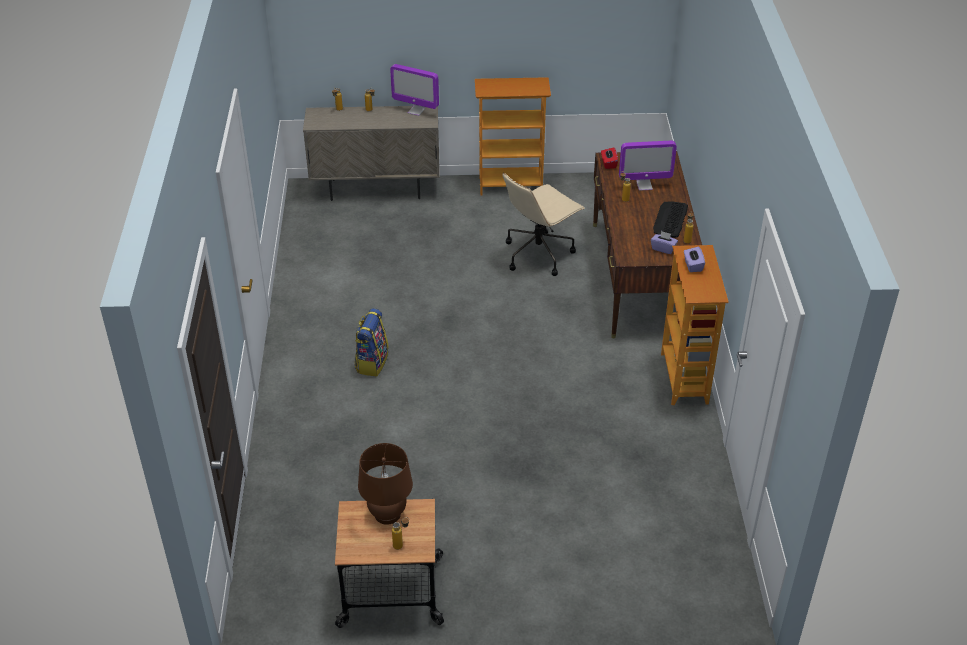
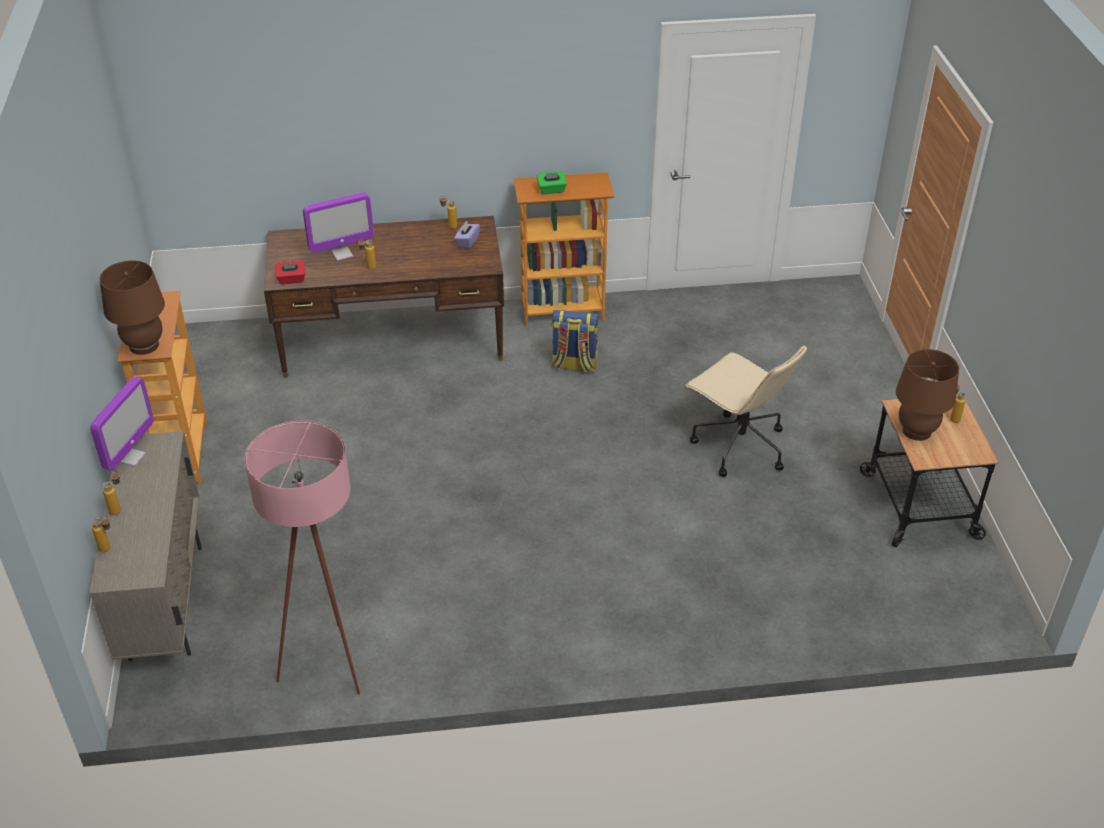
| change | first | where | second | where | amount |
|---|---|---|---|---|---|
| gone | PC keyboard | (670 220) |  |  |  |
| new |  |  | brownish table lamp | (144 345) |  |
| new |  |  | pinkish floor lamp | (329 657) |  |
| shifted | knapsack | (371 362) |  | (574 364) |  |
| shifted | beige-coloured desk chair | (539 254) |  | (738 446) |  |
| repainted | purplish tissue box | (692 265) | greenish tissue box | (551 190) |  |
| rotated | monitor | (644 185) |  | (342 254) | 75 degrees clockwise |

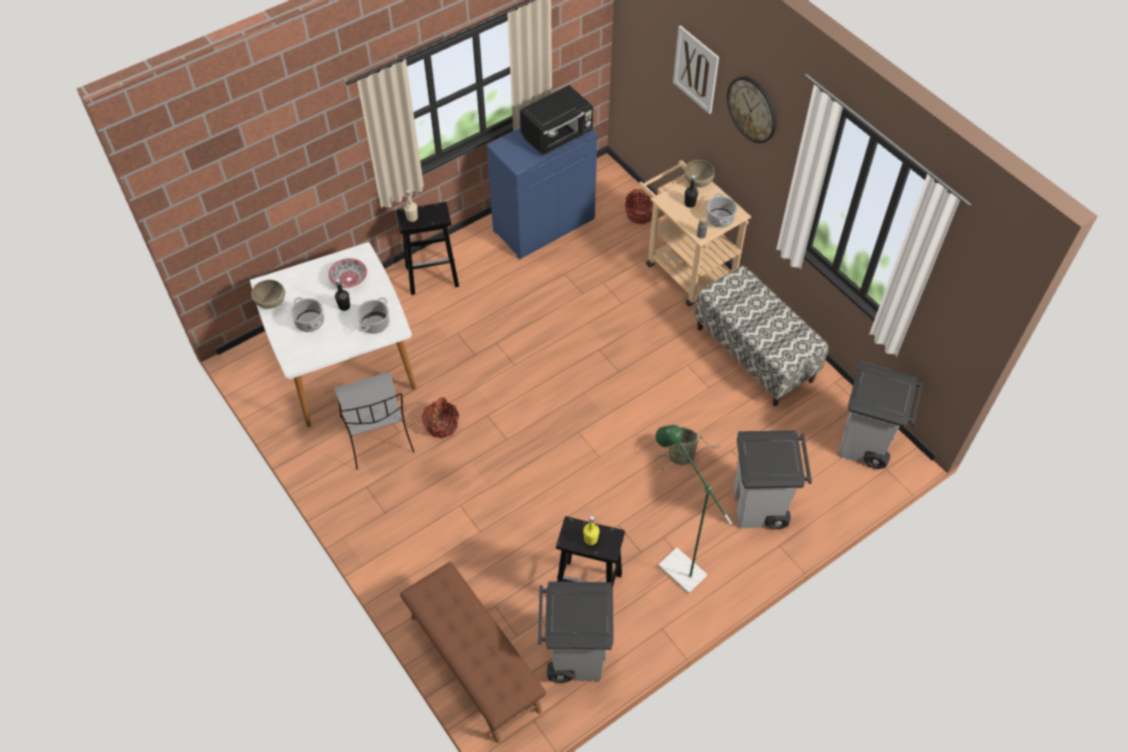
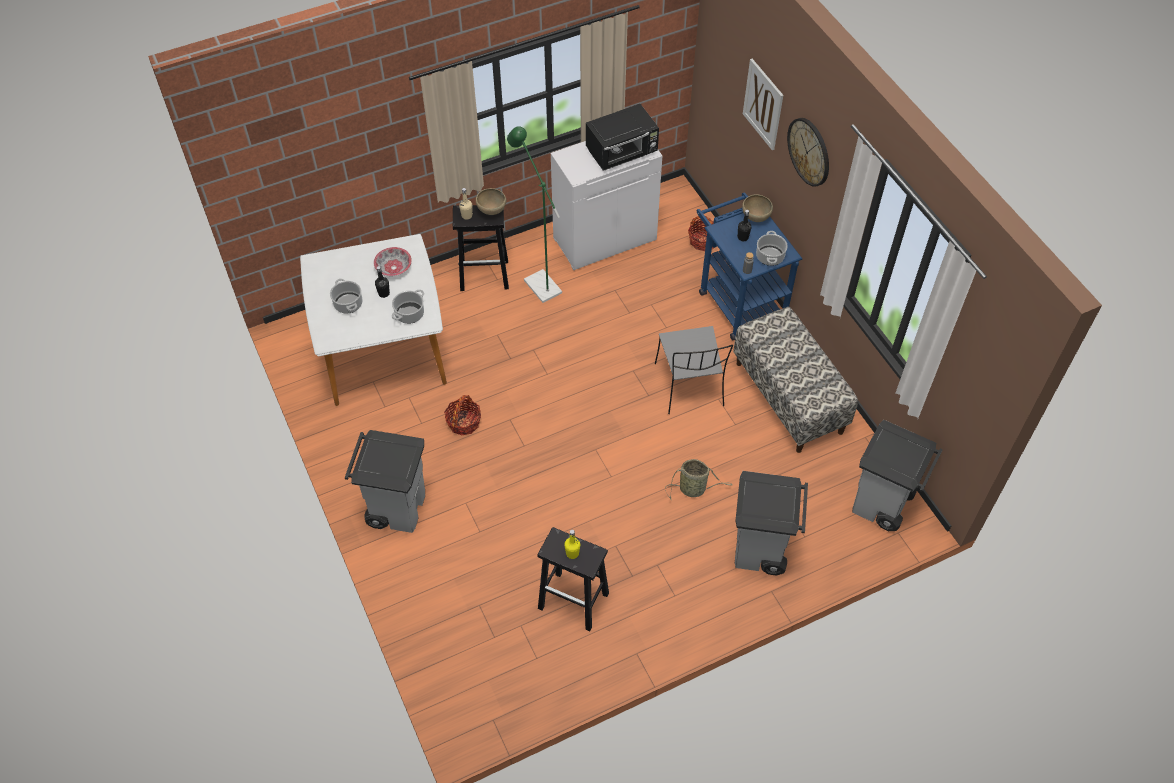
| change | first | where | second | where | amount |
|---|---|---|---|---|---|
| gone | brownish bench | (473 663) |  |  |  |
| shifted | brownish serving bowl | (271 303) |  | (491 211) |  |
| shifted | greyish upright chair | (378 436) |  | (690 386) |  |
| shifted | greyish rubbish bin | (574 653) |  | (397 507) |  |
| shifted | greenish floor lamp | (675 565) |  | (538 282) |  |
| repainted | blue-coloured cabinet | (543 224) | white-coloured cabinet | (605 238) |  |
| repainted | beige-coloured cart | (685 267) | blue-coloured cart | (737 300) |  |

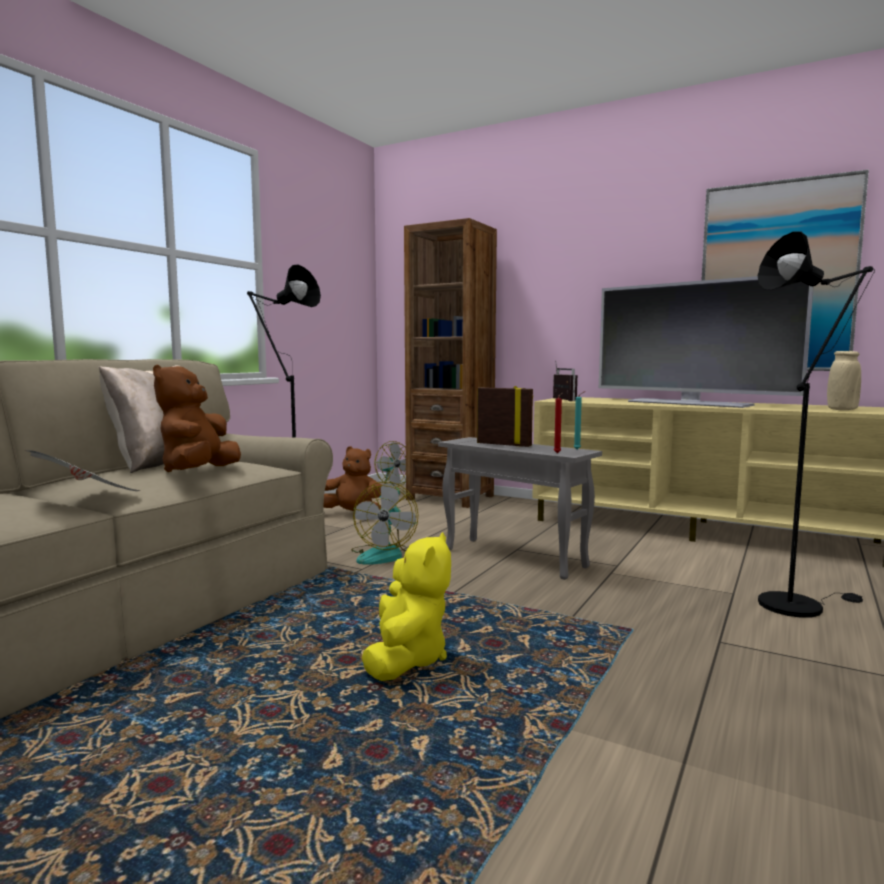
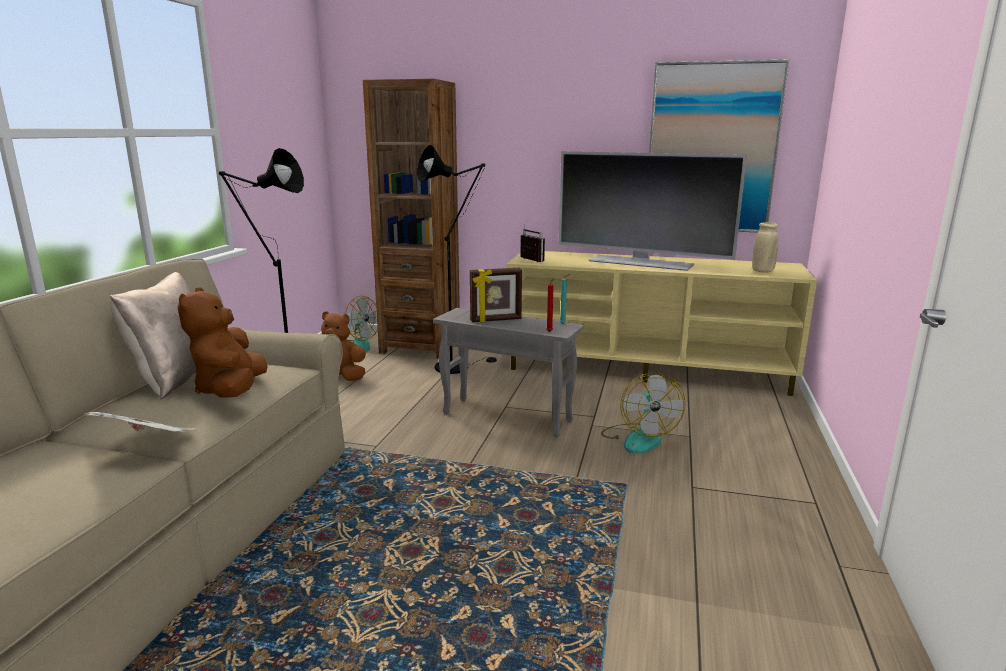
| change | first | where | second | where | amount |
|---|---|---|---|---|---|
| gone | yellow-coloured soft toy | (406 659) |  |  |  |
| shifted | electric fan | (383 555) |  | (639 438) |  |
| shifted | black-coloured floor lamp | (797 604) |  | (457 366) |  |
| rotated | photo frame | (504 445) |  | (496 320) | 150 degrees clockwise |

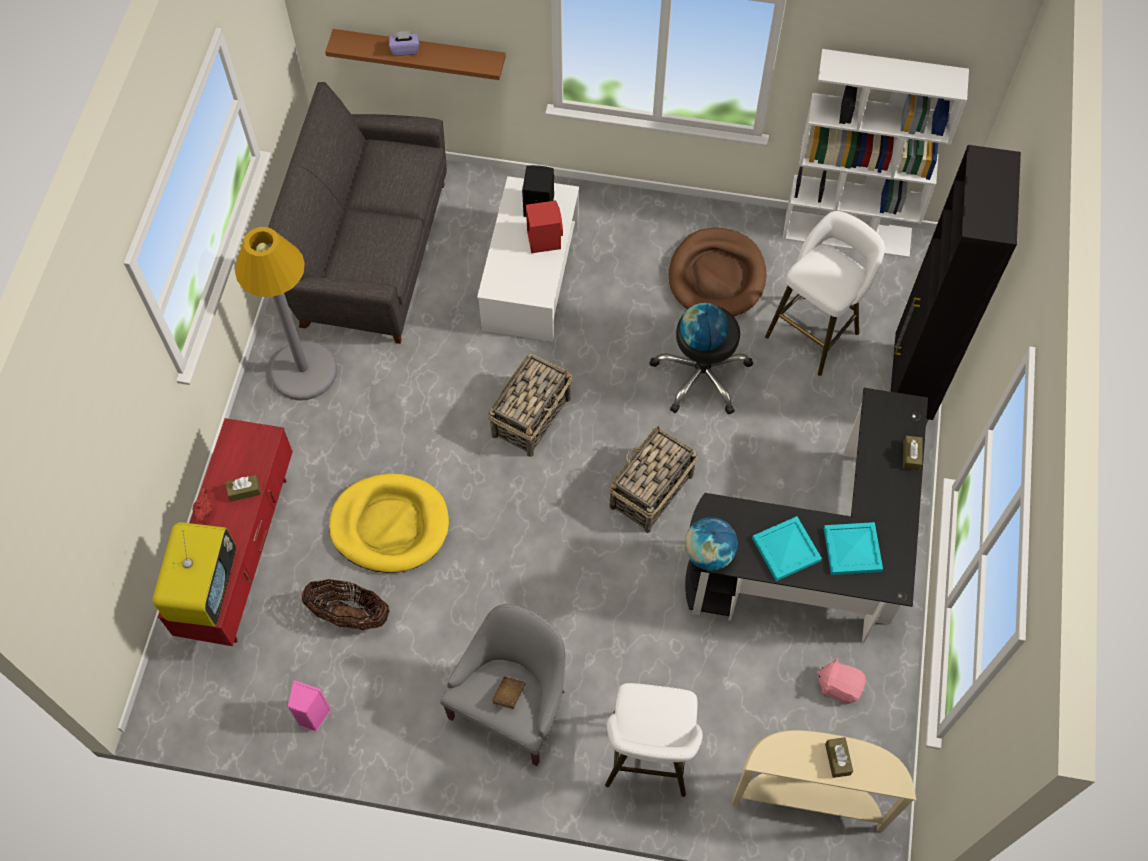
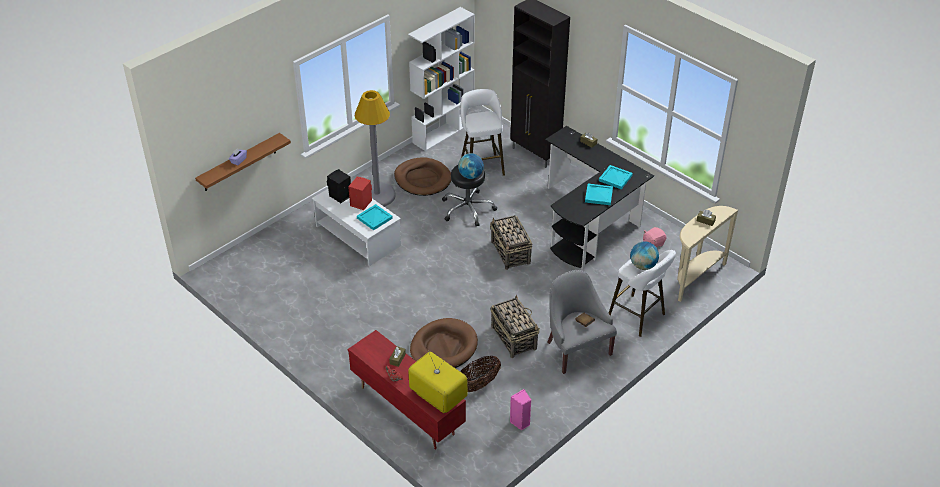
| change | first | where | second | where | amount |
|---|---|---|---|---|---|
| gone | greyish couch | (370 253) |  |  |  |
| new |  |  | turquoise-coloured carrying tray | (374 218) |  |
| shifted | greyish floor lamp | (304 371) |  | (377 196) |  |
| shifted | household basket | (532 416) |  | (513 337) |  |
| shifted | globe | (708 553) |  | (643 266) |  |
| repainted | yellow-coloured pet bed | (390 525) | brownish pet bed | (443 347) |  |

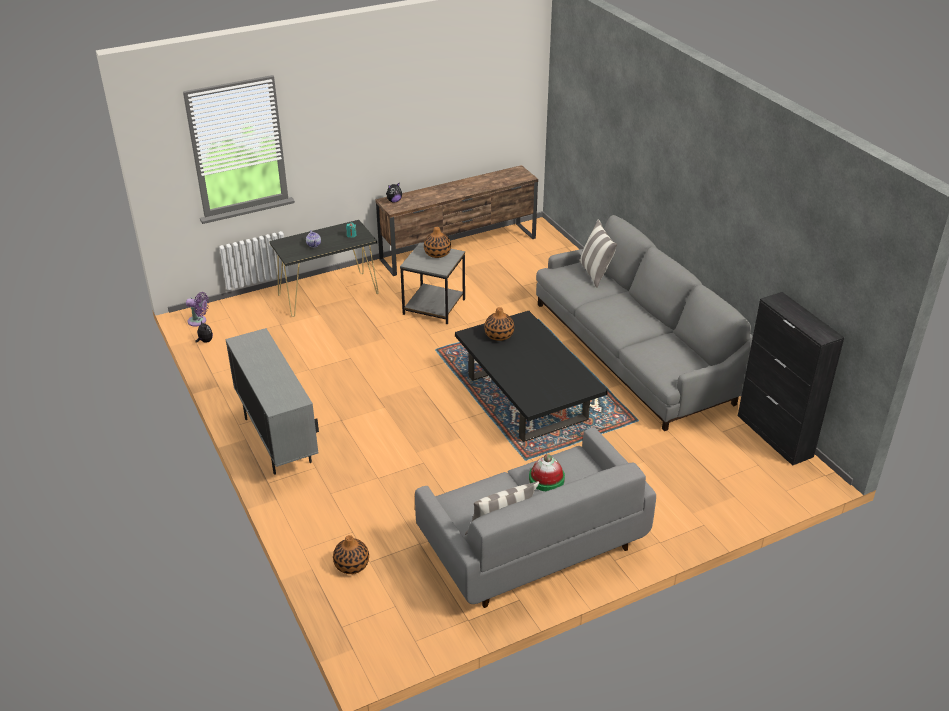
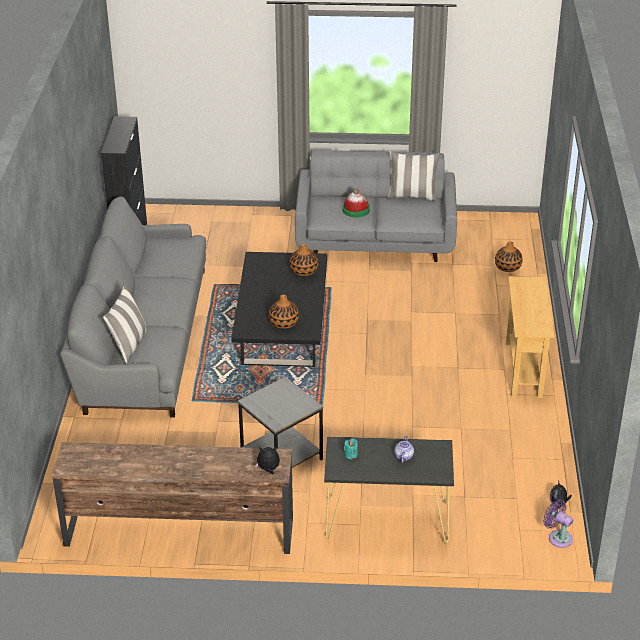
| change | first | where | second | where | amount |
|---|---|---|---|---|---|
| shifted | decorative vase | (437 253) |  | (303 271) |  |
| swapped | greyish cabinet | (277 440) | beige-coloured narrow table | (523 369) |  |

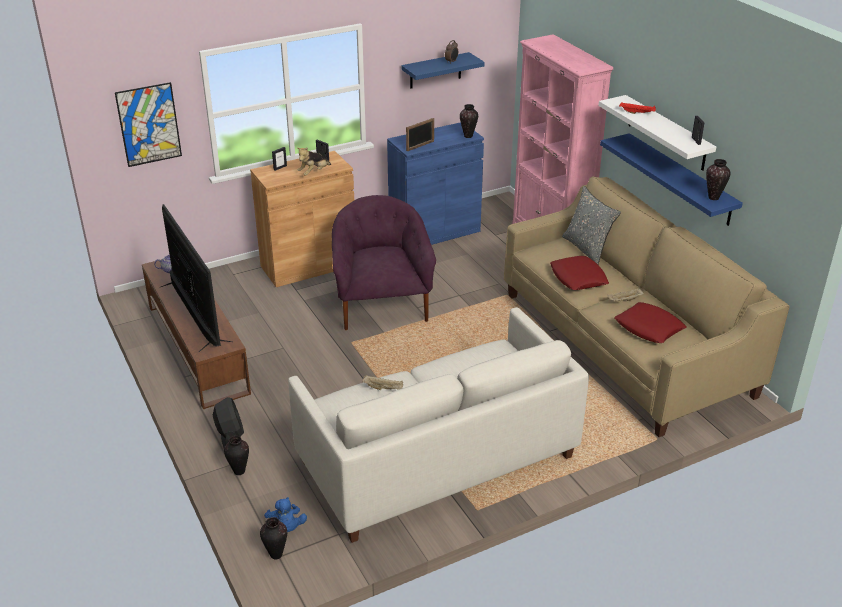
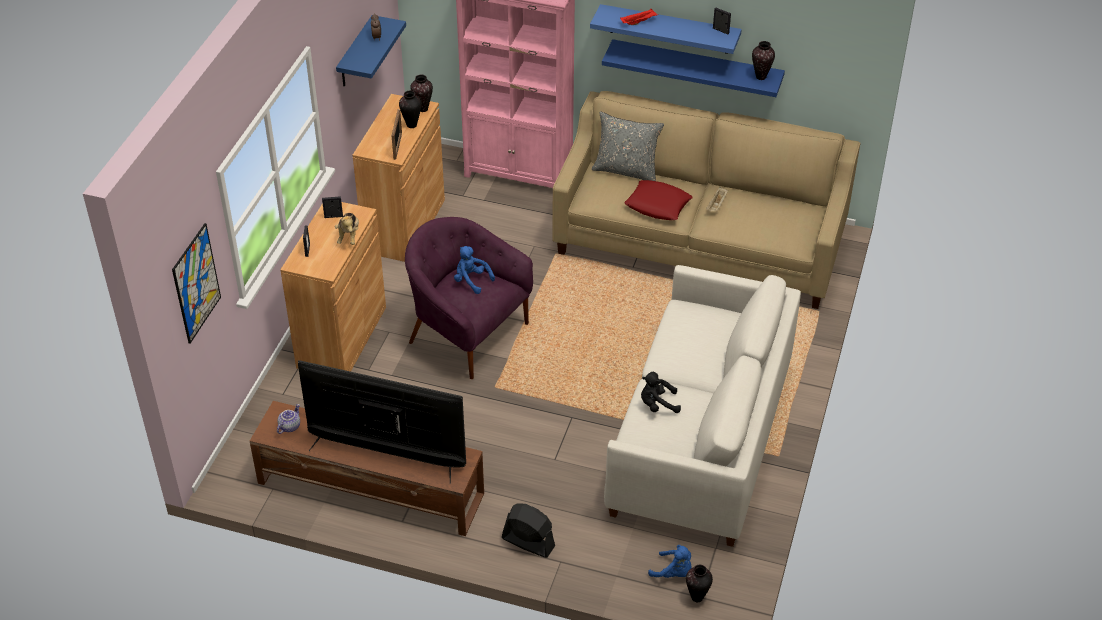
| change | first | where | second | where | amount |
|---|---|---|---|---|---|
| gone | red-coloured pillow | (649 328) |  |  |  |
| new |  |  | blue-coloured soft toy | (471 280) |  |
| shifted | decorative vase | (239 471) |  | (411 125) |  |
| swapped | beige-coloured carrying tray | (384 388) | black-coloured soft toy | (657 404) |  |
| repainted | blue-coloured cabinet | (434 232) | brownish cabinet | (404 226) |  |
| repainted | white-coloured wall shelf | (666 133) | blue-coloured wall shelf | (669 29) |  |

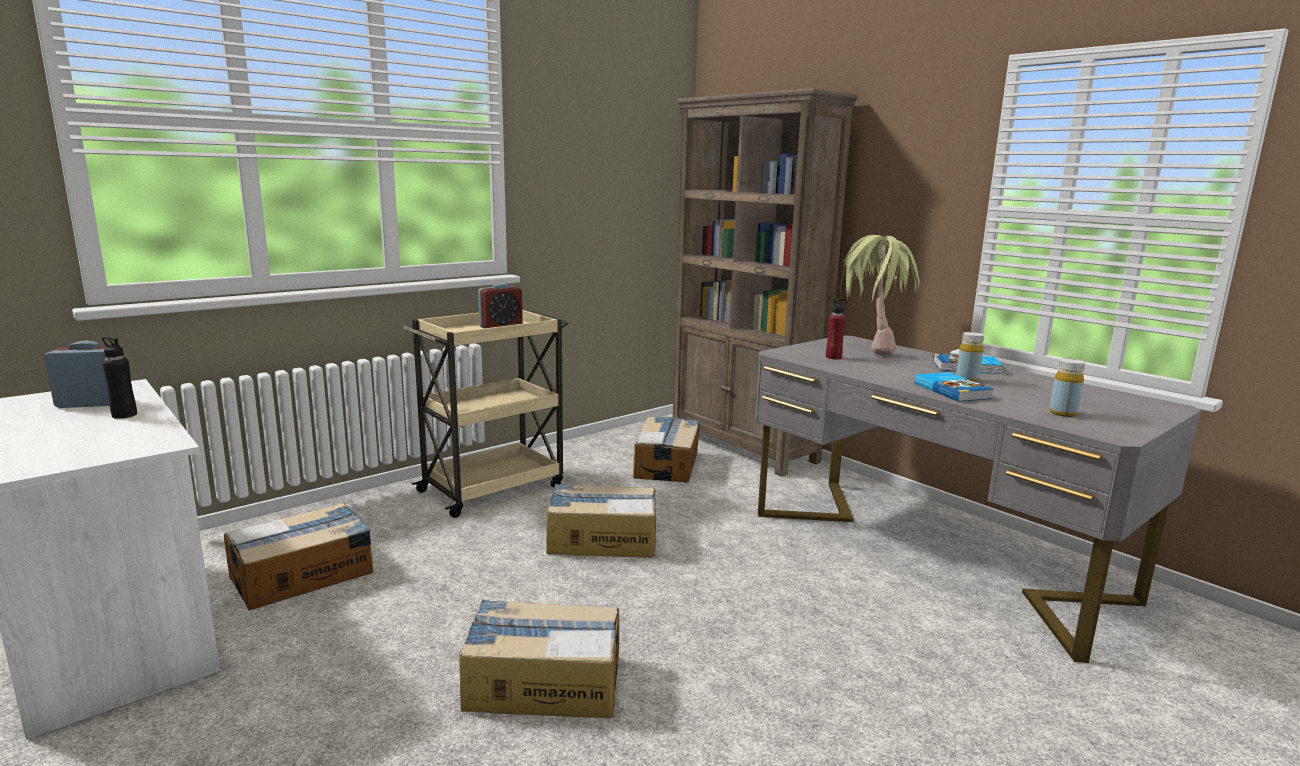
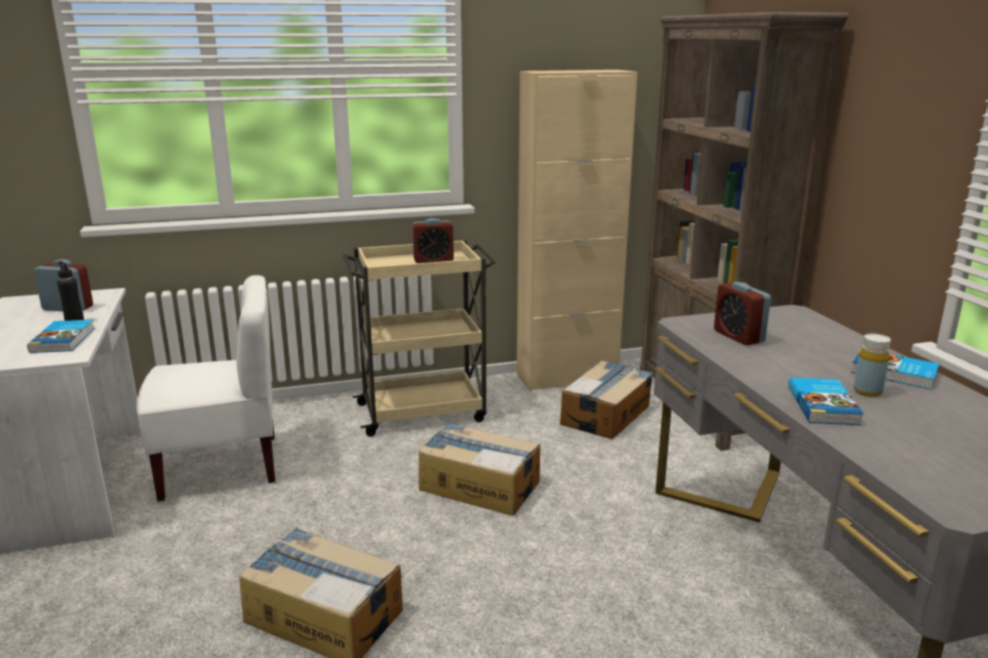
| change | first | where | second | where | amount |
|---|---|---|---|---|---|
| gone | potted plant | (871 349) |  |  |  |
| gone | yellow-coloured bottle | (1063 413) |  |  |  |
| new |  |  | volume | (64 339) |  |
| new |  |  | beige-coloured cabinet | (567 377) |  |
| swapped | packing box | (304 574) | white-coloured upright chair | (221 466) |  |
| swapped | red-coloured bottle | (833 357) | bedside clock | (738 336) |  |

